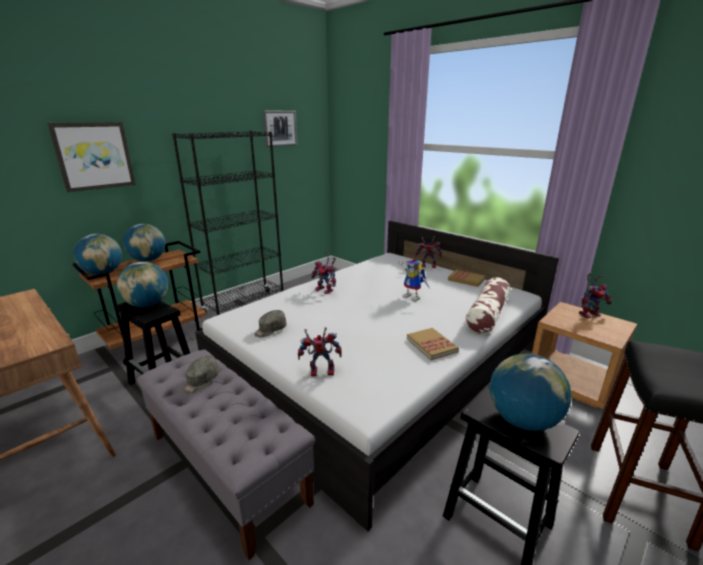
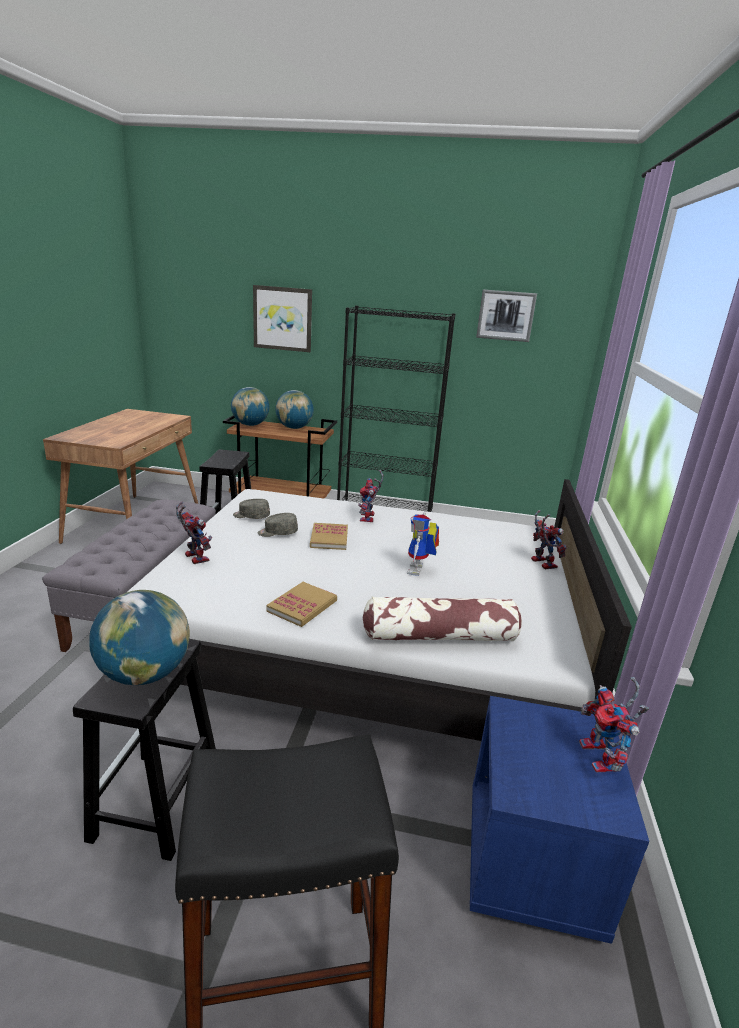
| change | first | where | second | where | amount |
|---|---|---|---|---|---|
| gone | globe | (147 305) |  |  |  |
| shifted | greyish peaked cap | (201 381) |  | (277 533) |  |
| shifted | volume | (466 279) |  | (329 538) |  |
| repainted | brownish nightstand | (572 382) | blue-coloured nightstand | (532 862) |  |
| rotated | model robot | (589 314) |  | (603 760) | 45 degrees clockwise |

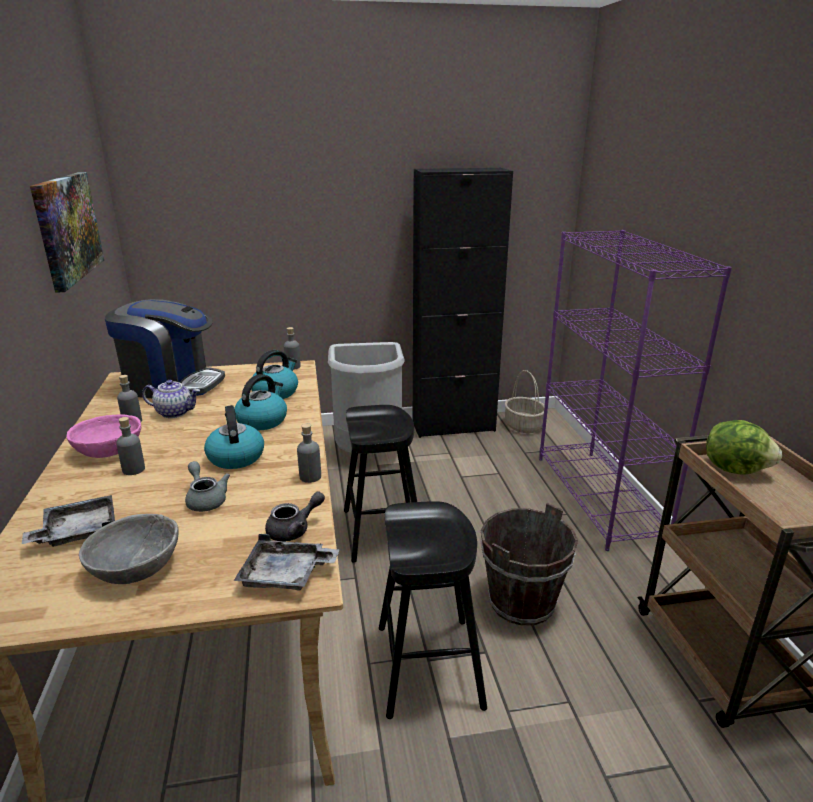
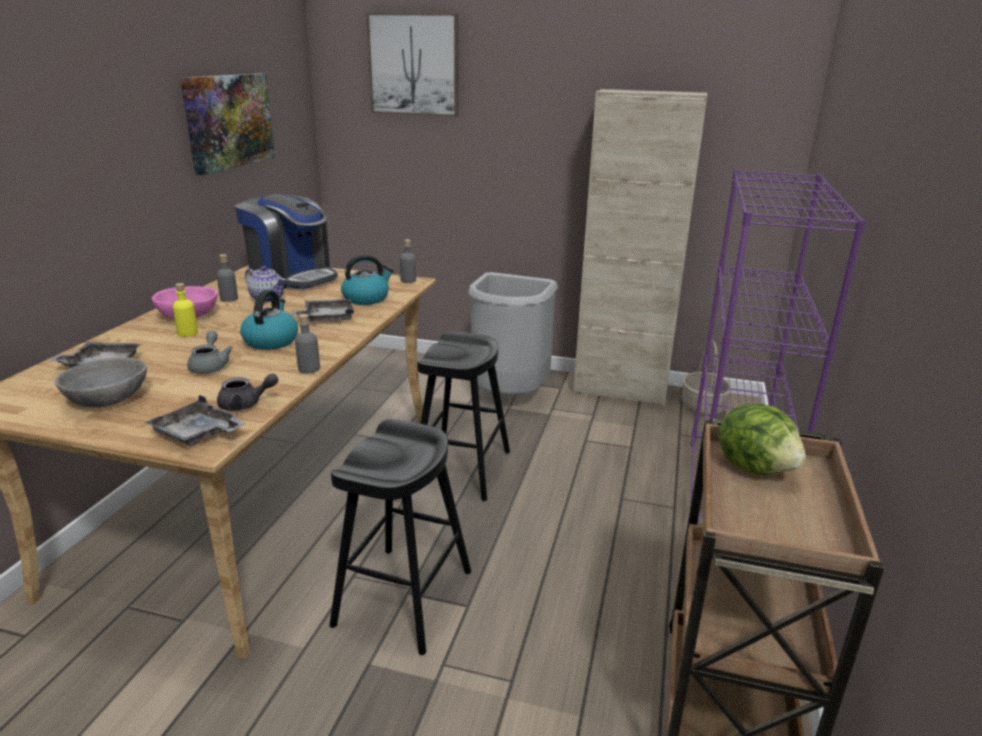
| change | first | where | second | where | amount |
|---|---|---|---|---|---|
| gone | brownish pail | (522 603) |  |  |  |
| new |  |  | wall picture | (414 65) |  |
| swapped | water kettle | (262 420) | greyish carrying tray | (327 318) |  |
| repainted | greyish bottle | (134 469) | yellow-coloured bottle | (188 333) |  |
| repainted | black-coloured cabinet | (453 426) | beige-coloured cabinet | (620 390) |  |

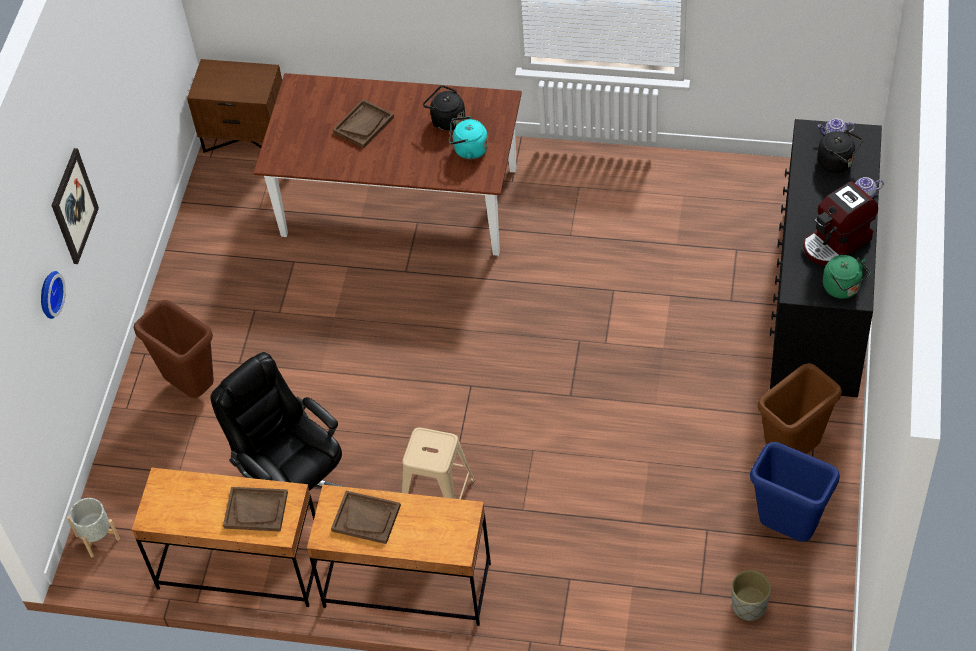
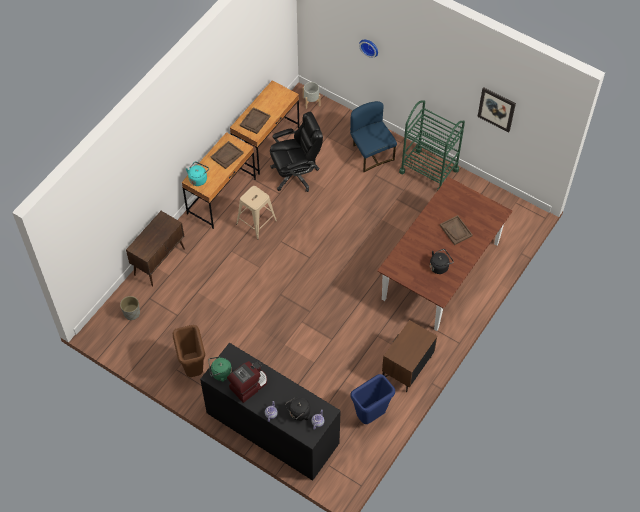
| change | first | where | second | where | amount |
|---|---|---|---|---|---|
| new |  |  | brownish cabinet | (160 261) |  |
| new |  |  | greenish cart | (429 171) |  |
| shifted | wall picture | (73 206) |  | (496 109) |  |
| shifted | brownish nightstand | (247 137) |  | (407 368) |  |
| shifted | turquoise-coloured water kettle | (468 150) |  | (198 179) |  |
| shifted | blue-coloured rubbish bin | (788 529) |  | (371 416) |  |
| swapped | brownish rubbish bin | (190 388) | blue-coloured upright chair | (371 153) |  |
| rotated | coffee machine | (836 243) |  | (248 385) | 60 degrees clockwise |

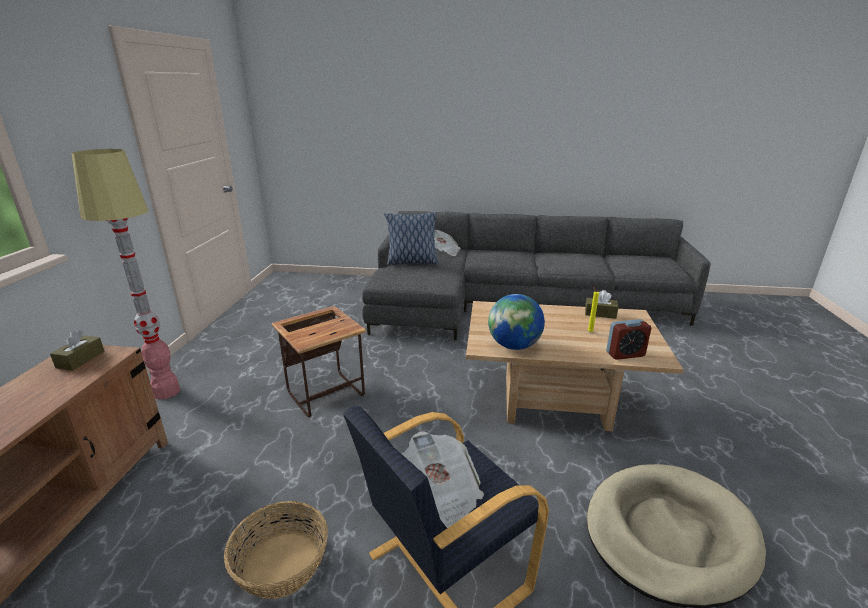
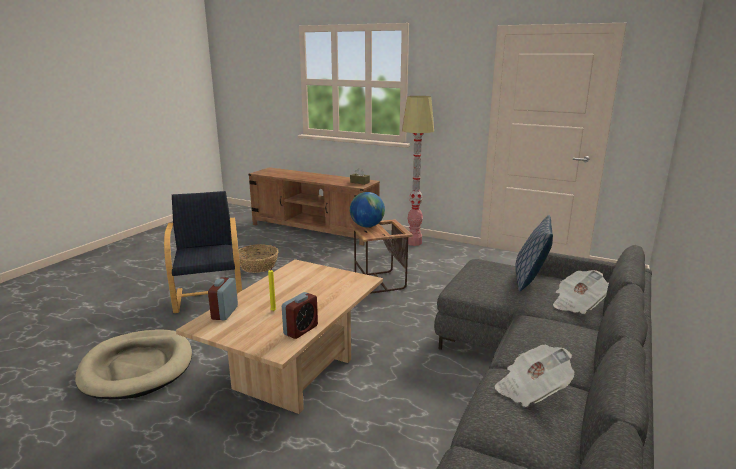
| change | first | where | second | where | amount |
|---|---|---|---|---|---|
| shifted | daily paper | (441 495) |  | (531 390) |  |
| shifted | globe | (514 346) |  | (367 226) |  |
| swapped | brownish tissue box | (600 313) | bedside clock | (301 330) |  |

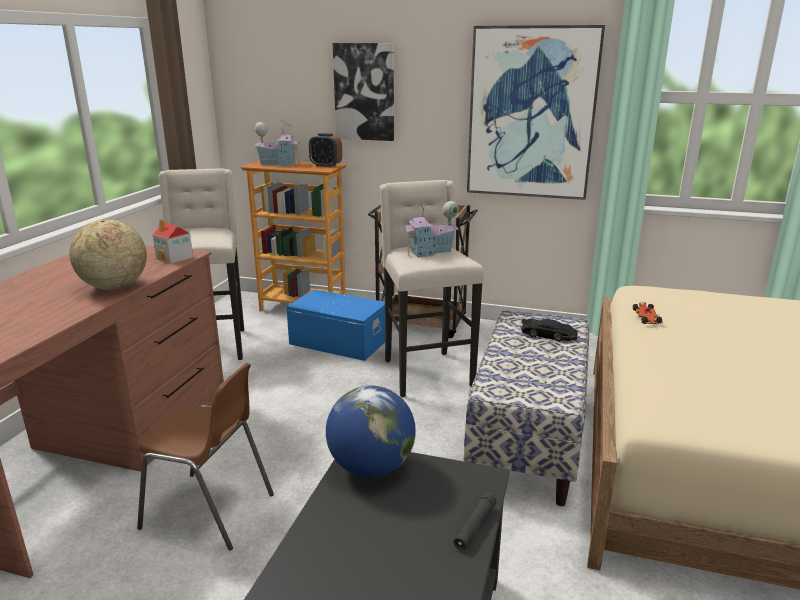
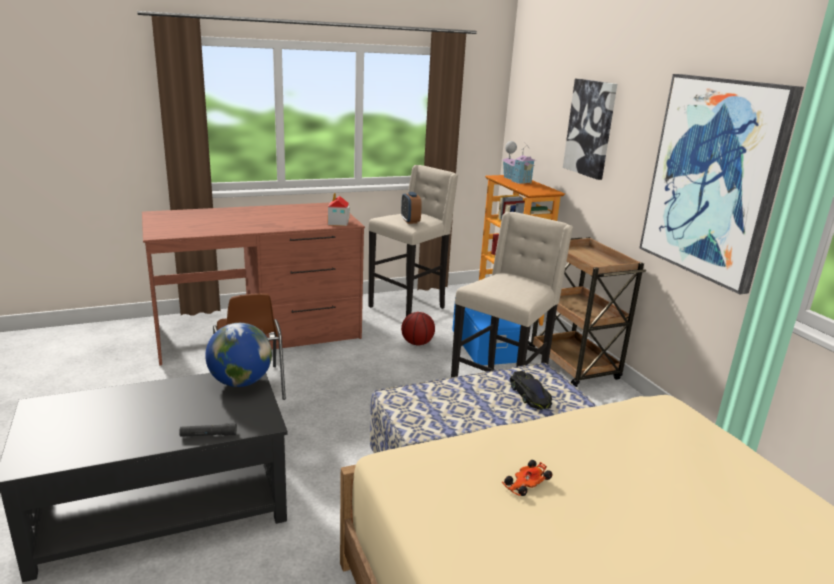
| change | first | where | second | where | amount |
|---|---|---|---|---|---|
| gone | globe | (114 287) |  |  |  |
| gone | miniature house | (431 252) |  |  |  |
| new |  |  | ball for basketball | (417 343) |  |
| shifted | bedside clock | (326 165) |  | (410 221) |  |
| shifted | miniature car | (647 318) |  | (525 483) |  |

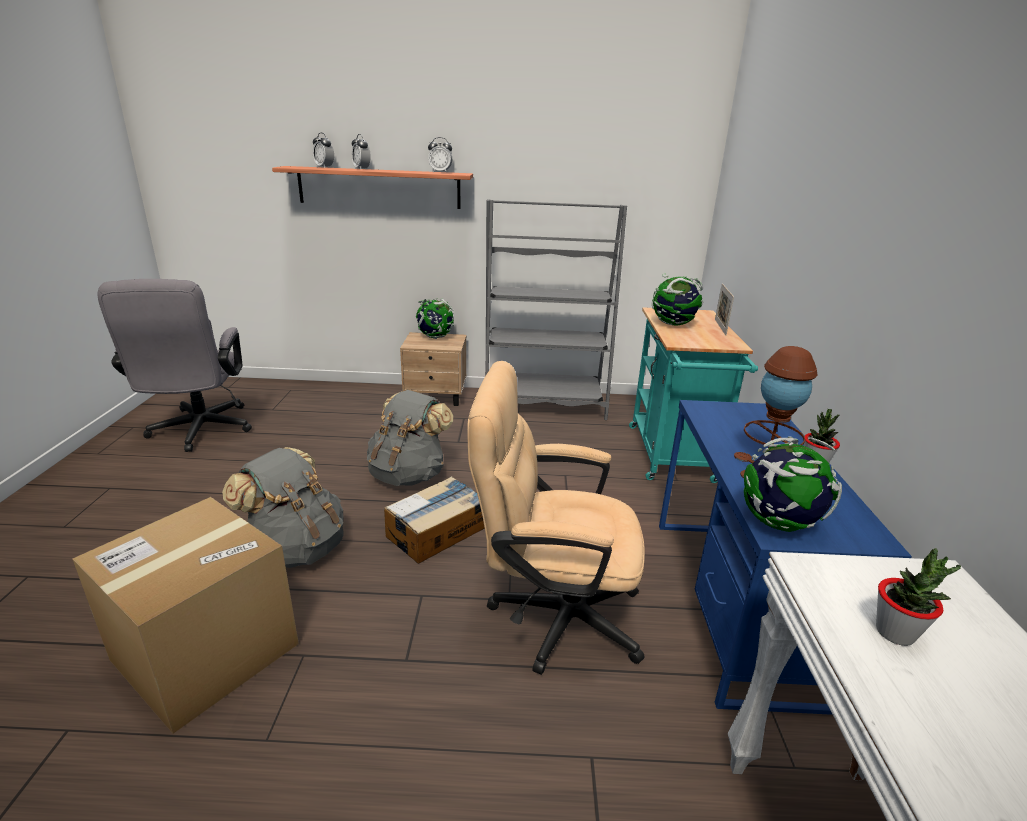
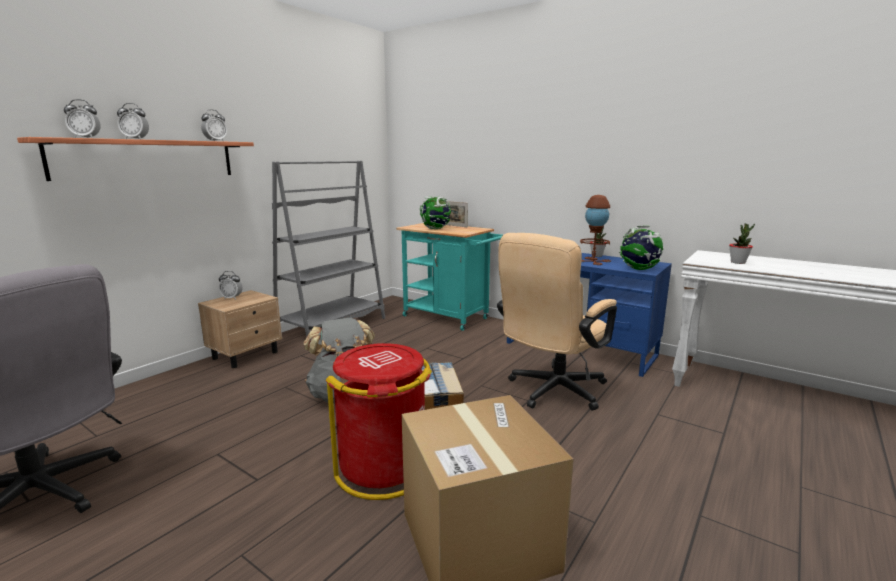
| change | first | where | second | where | amount |
|---|---|---|---|---|---|
| swapped | greyish knapsack | (296 549) | red-coloured rubbish bin | (384 468) |  |
| swapped | globe | (435 337) | bedside clock | (232 298) |  |

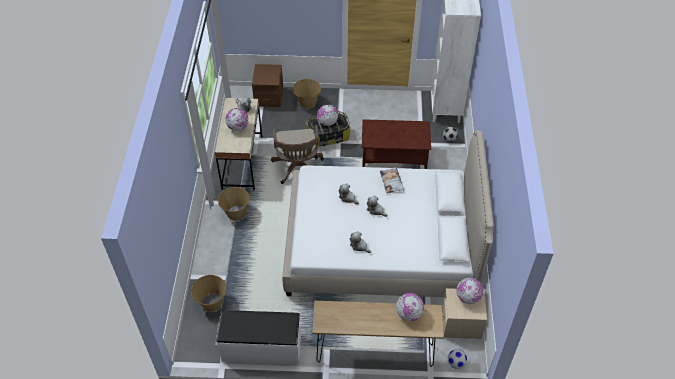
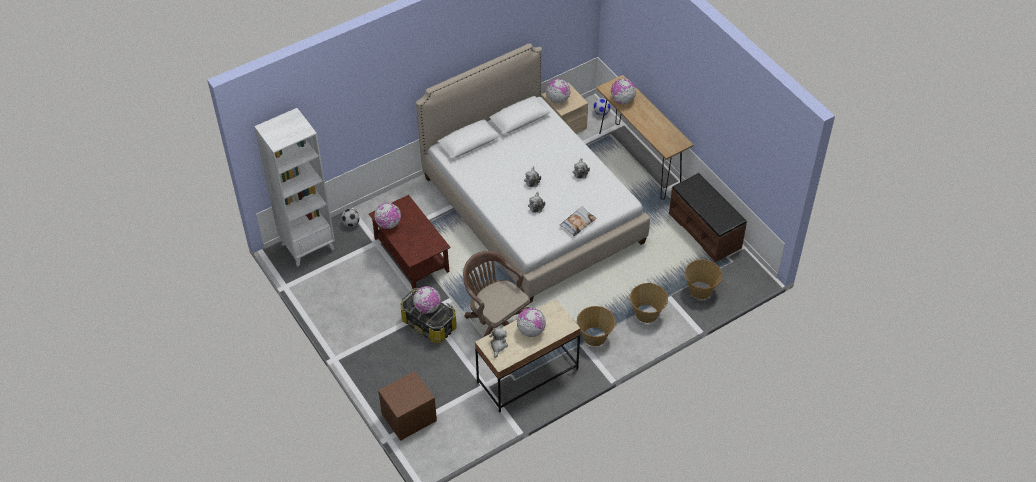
| change | first | where | second | where | amount |
|---|---|---|---|---|---|
| new |  |  | globe | (388 224) |  |
| shifted | household basket | (307 103) |  | (647 314) |  |
| shifted | pillow | (391 182) |  | (577 223) |  |
| repainted | white-coloured bench | (261 348) | brownish bench | (705 230) |  |
| rotated | brownish desk chair | (298 169) |  | (496 322) | 90 degrees counterclockwise |

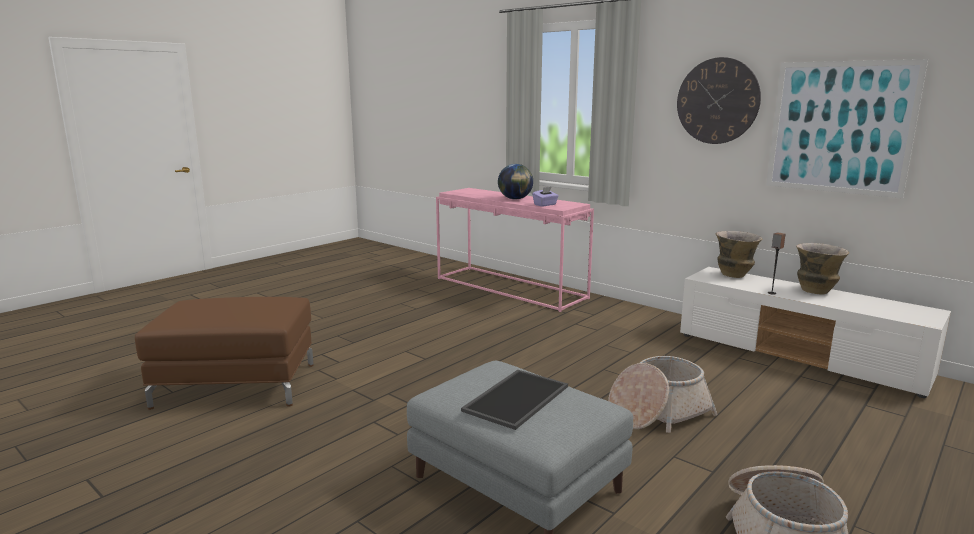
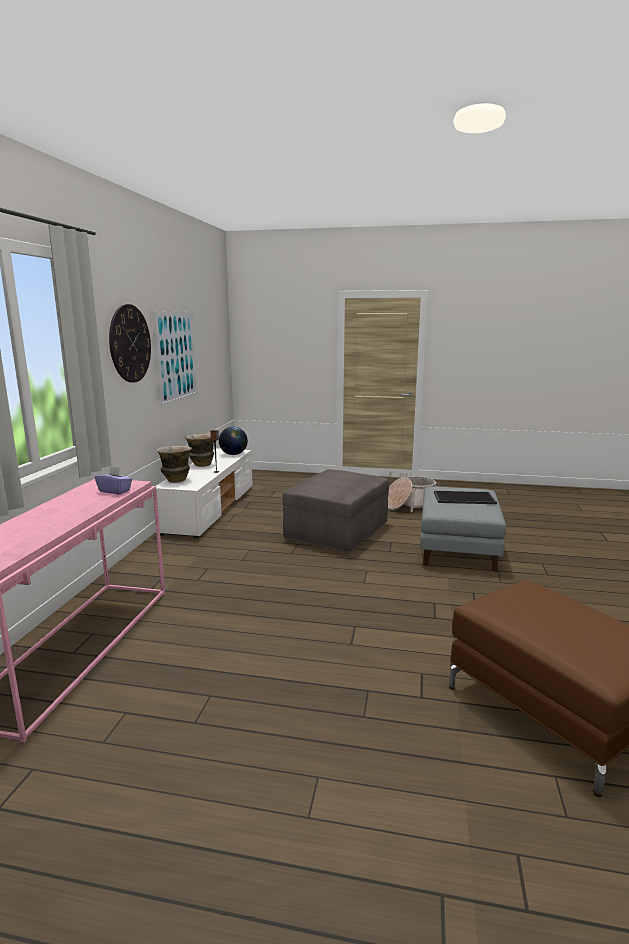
| change | first | where | second | where | amount |
|---|---|---|---|---|---|
| shifted | globe | (515 199) |  | (233 454) |  |
| swapped | household basket | (657 413) | greyish footrest | (337 532) |  |

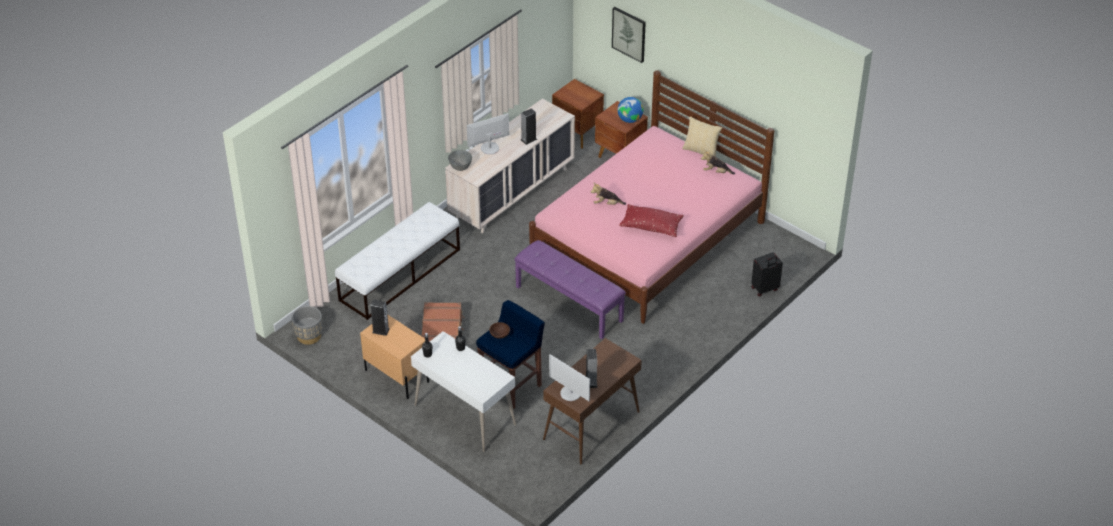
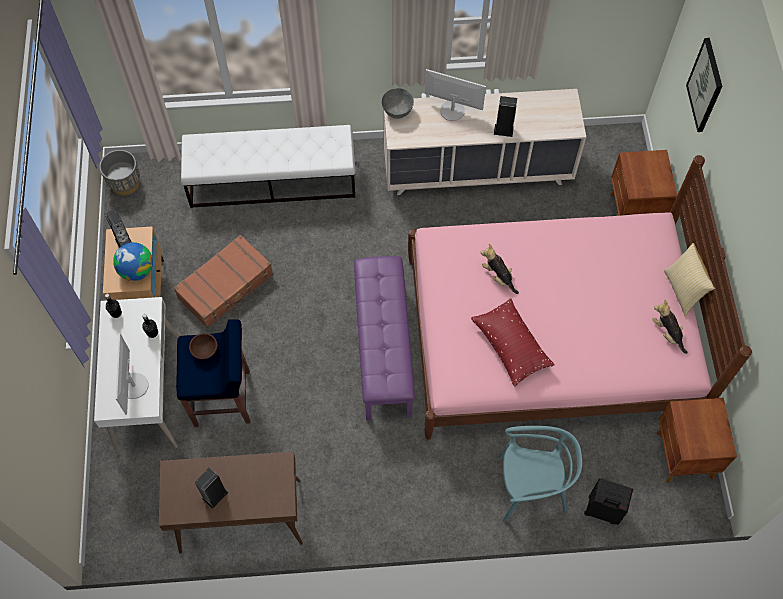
| change | first | where | second | where | amount |
|---|---|---|---|---|---|
| new |  |  | turquoise-coloured upright chair | (531 488) |  |
| shifted | monitor | (570 393) |  | (133 386) |  |
| shifted | brownish nightstand | (578 134) |  | (683 456) |  |
| shifted | globe | (629 120) |  | (137 270) |  |

